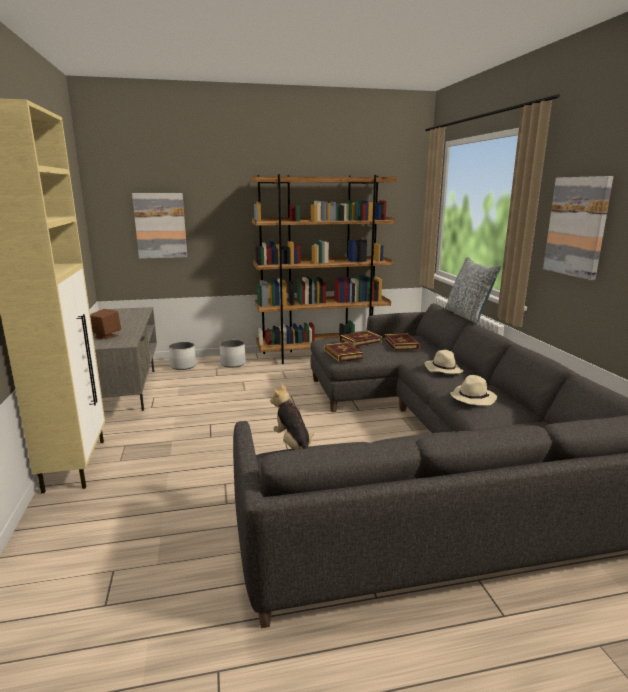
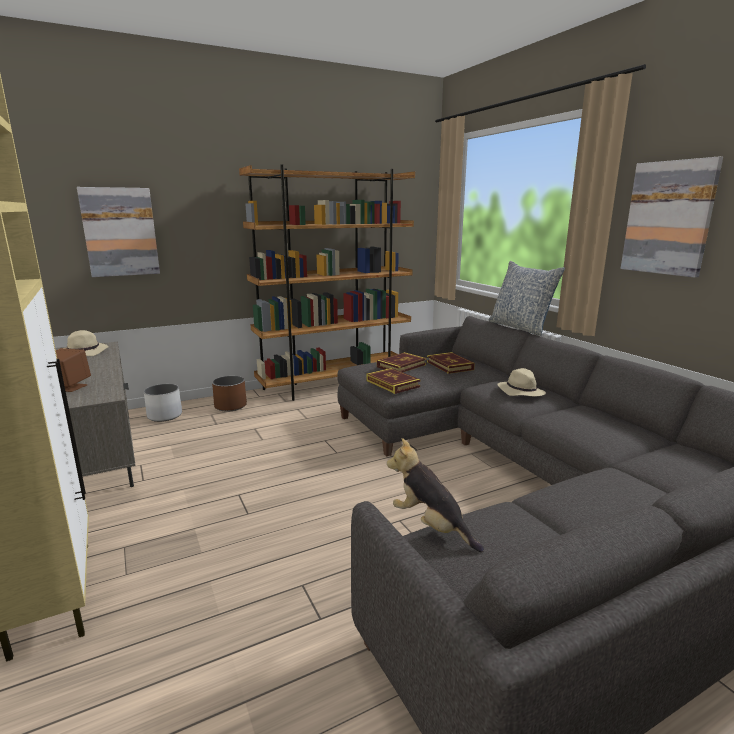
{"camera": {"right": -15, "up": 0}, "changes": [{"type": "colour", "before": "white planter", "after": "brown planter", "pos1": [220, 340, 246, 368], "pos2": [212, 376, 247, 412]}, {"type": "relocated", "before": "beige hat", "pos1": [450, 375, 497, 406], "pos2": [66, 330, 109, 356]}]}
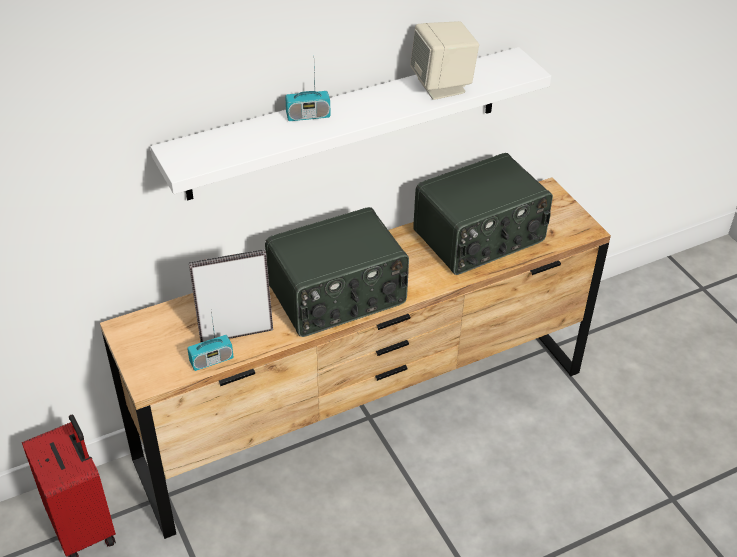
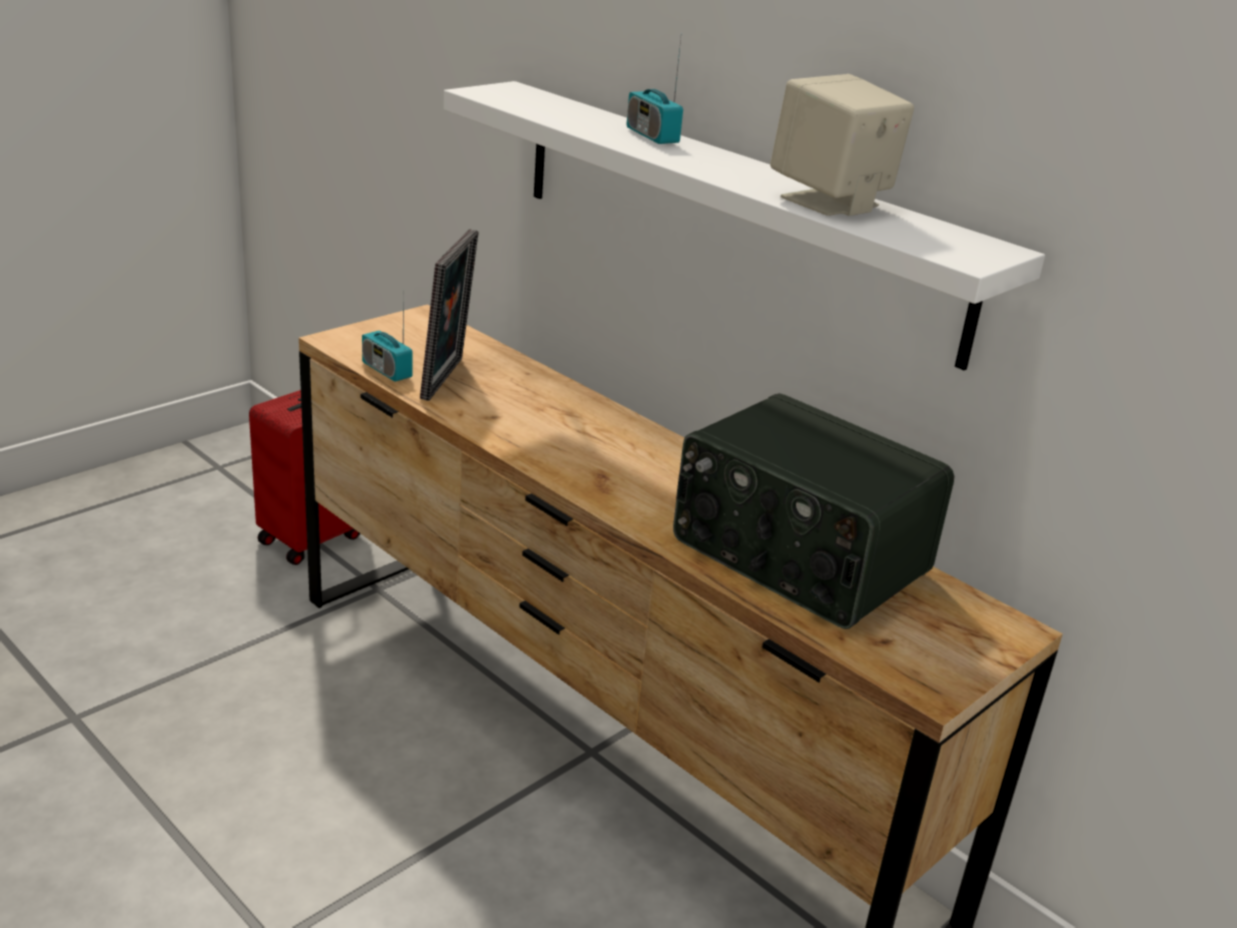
{"camera": {"right": 70, "up": -15}, "changes": [{"type": "spun", "before": "picture frame", "pos1": [189, 249, 273, 342], "pos2": [420, 229, 479, 401], "turn": 45}, {"type": "missing", "before": "radio", "pos1": [265, 207, 409, 337]}]}
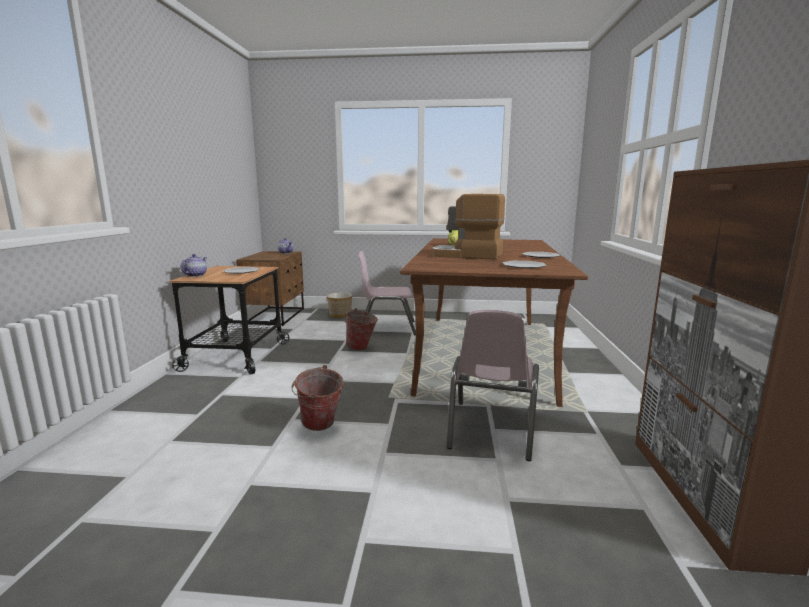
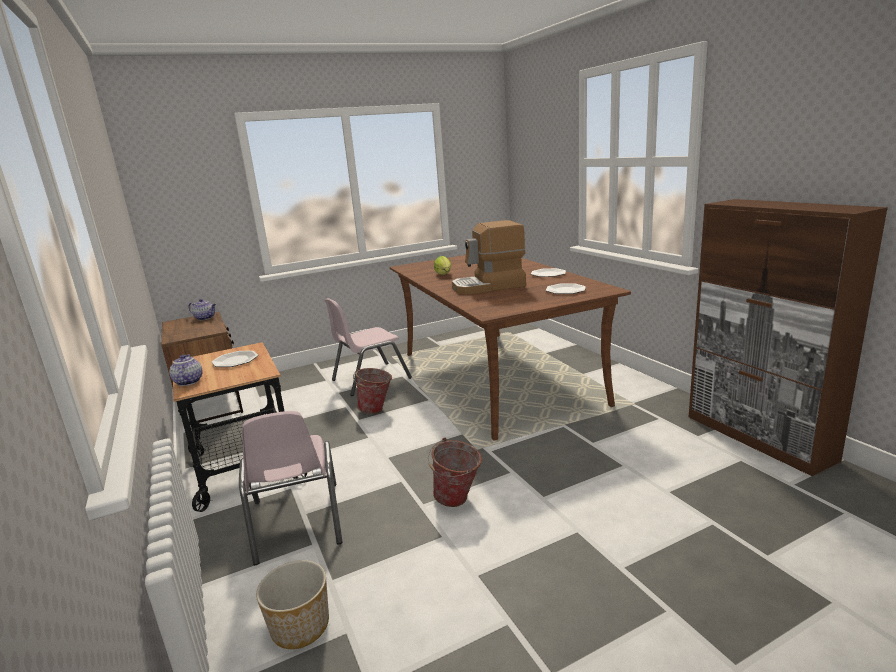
{"camera": {"right": -30, "up": 5}, "changes": [{"type": "relocated", "before": "planter", "pos1": [327, 293, 352, 318], "pos2": [256, 560, 329, 649]}, {"type": "relocated", "before": "pink chair", "pos1": [447, 310, 539, 461], "pos2": [239, 411, 343, 565]}]}
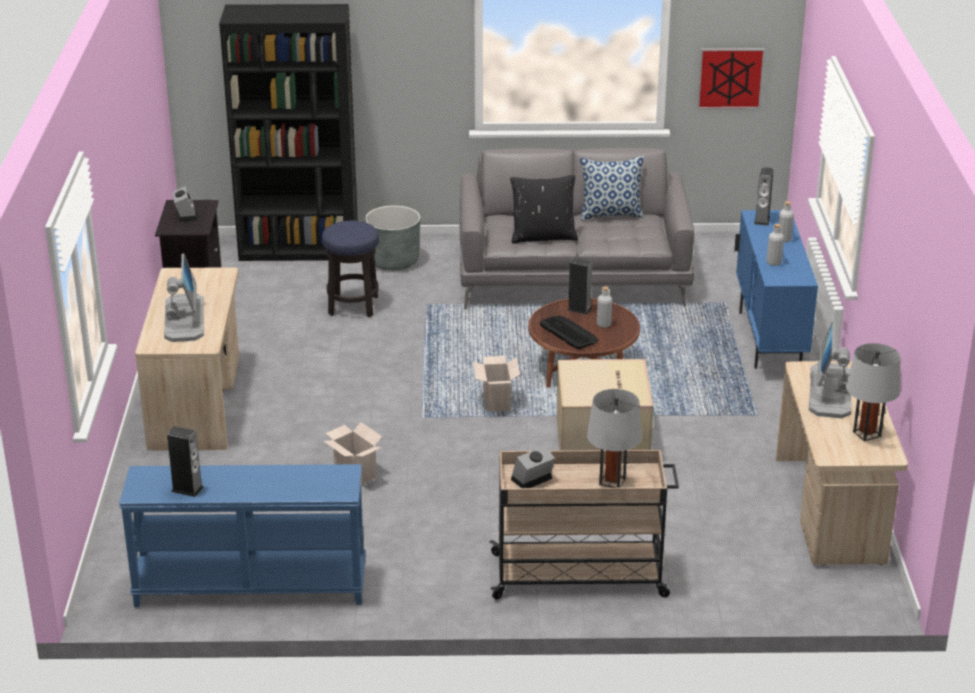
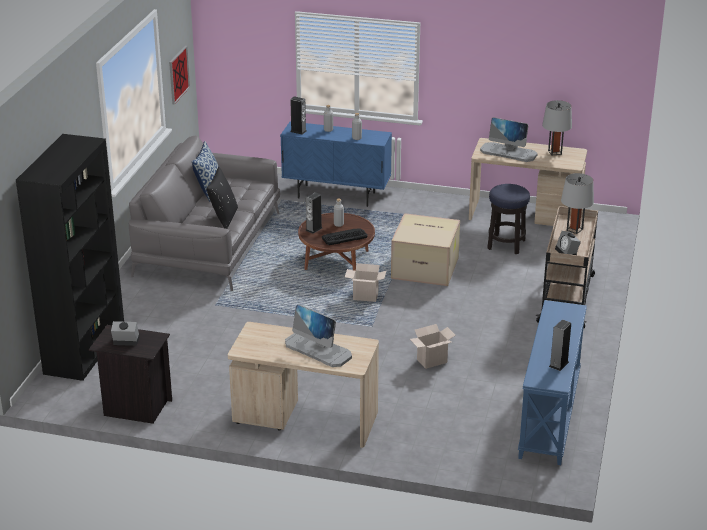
{"camera": {"right": -75, "up": 0}, "changes": [{"type": "spun", "before": "monitor", "pos1": [164, 253, 204, 342], "pos2": [285, 304, 352, 367], "turn": -150}, {"type": "relocated", "before": "stool", "pos1": [322, 221, 379, 317], "pos2": [487, 184, 530, 254]}, {"type": "missing", "before": "grey planter", "pos1": [365, 206, 420, 271]}]}
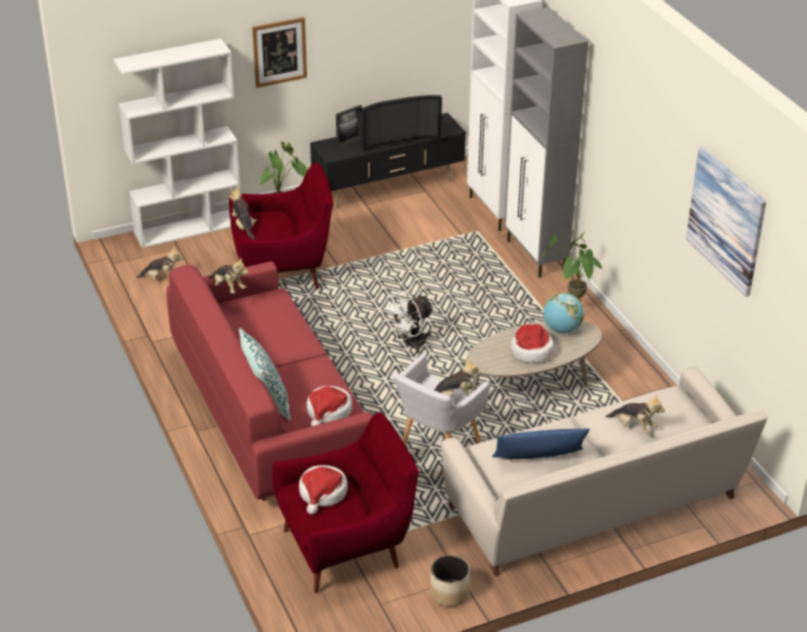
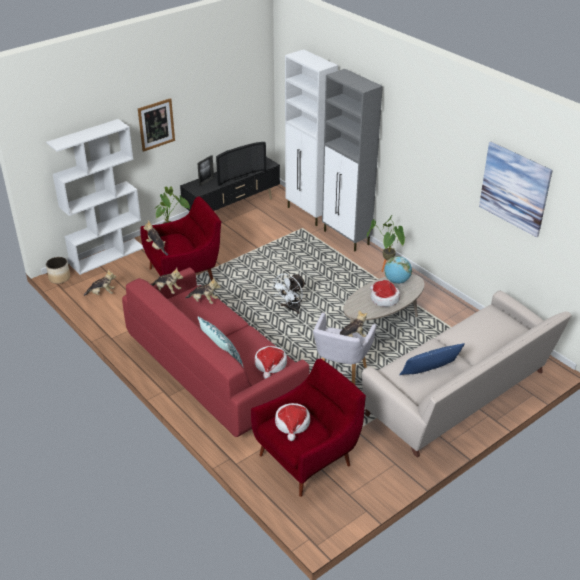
{"camera": {"right": -15, "up": 0}, "changes": [{"type": "relocated", "before": "planter", "pos1": [430, 555, 470, 607], "pos2": [46, 257, 70, 284]}, {"type": "relocated", "before": "plush toy", "pos1": [605, 395, 665, 434], "pos2": [185, 278, 221, 304]}]}
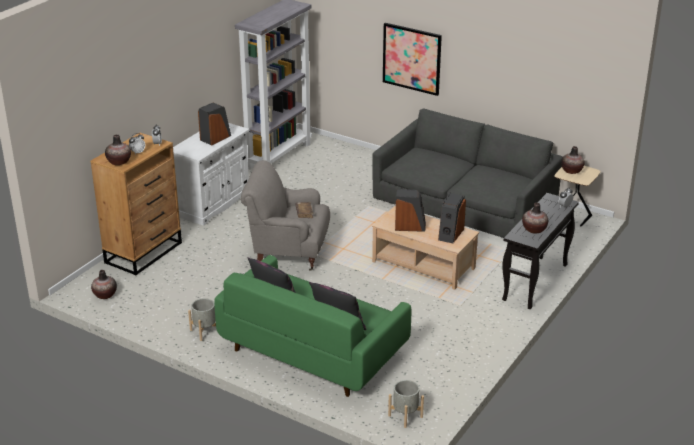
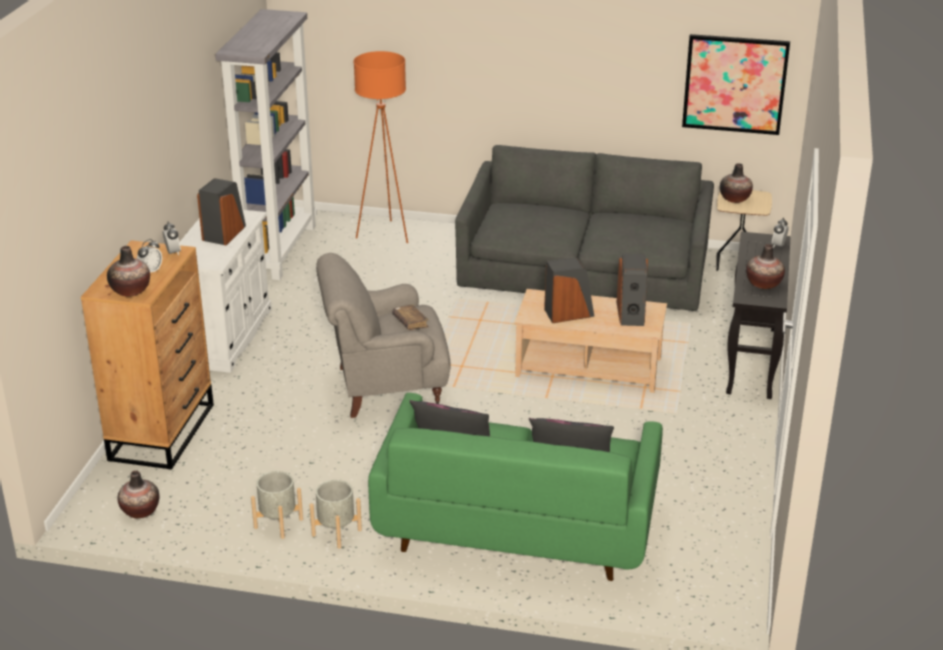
{"camera": {"right": -20, "up": 0}, "changes": [{"type": "relocated", "before": "picture", "pos1": [383, 23, 442, 96], "pos2": [682, 34, 790, 135]}, {"type": "relocated", "before": "grey planter", "pos1": [388, 380, 424, 428], "pos2": [251, 471, 303, 539]}, {"type": "appeared", "after": "orange floor lamp", "pos2": [354, 51, 408, 243]}]}
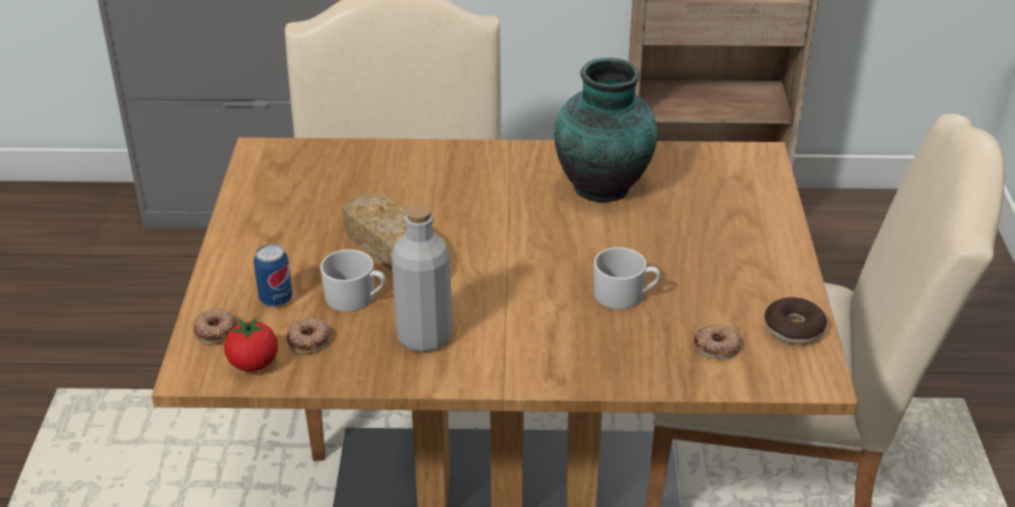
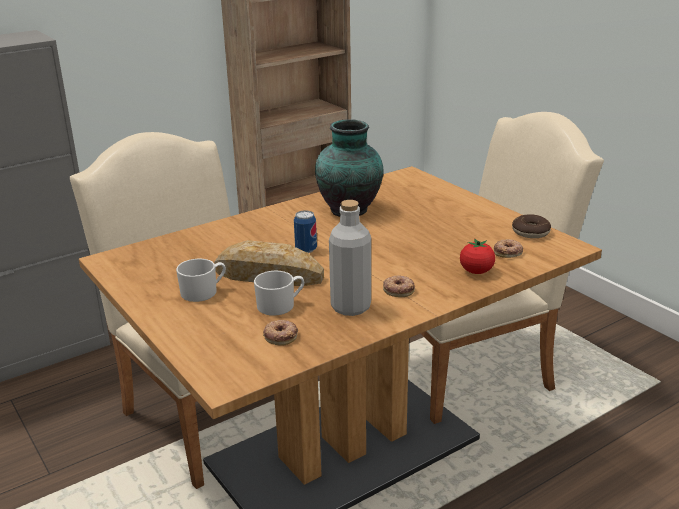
{"camera": {"right": -35, "up": -10}, "changes": [{"type": "relocated", "before": "donut", "pos1": [193, 309, 238, 345], "pos2": [383, 276, 415, 297]}, {"type": "relocated", "before": "tomato", "pos1": [224, 318, 278, 372], "pos2": [460, 238, 495, 274]}, {"type": "relocated", "before": "can", "pos1": [254, 244, 292, 307], "pos2": [294, 210, 317, 253]}, {"type": "relocated", "before": "white mug", "pos1": [594, 247, 661, 310], "pos2": [176, 259, 226, 302]}]}
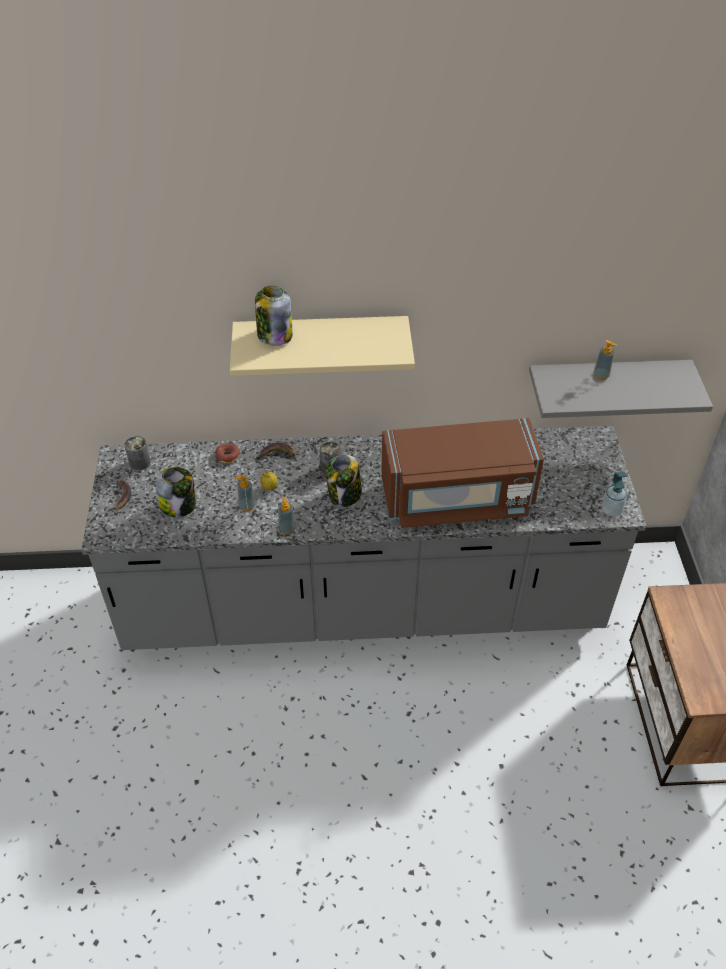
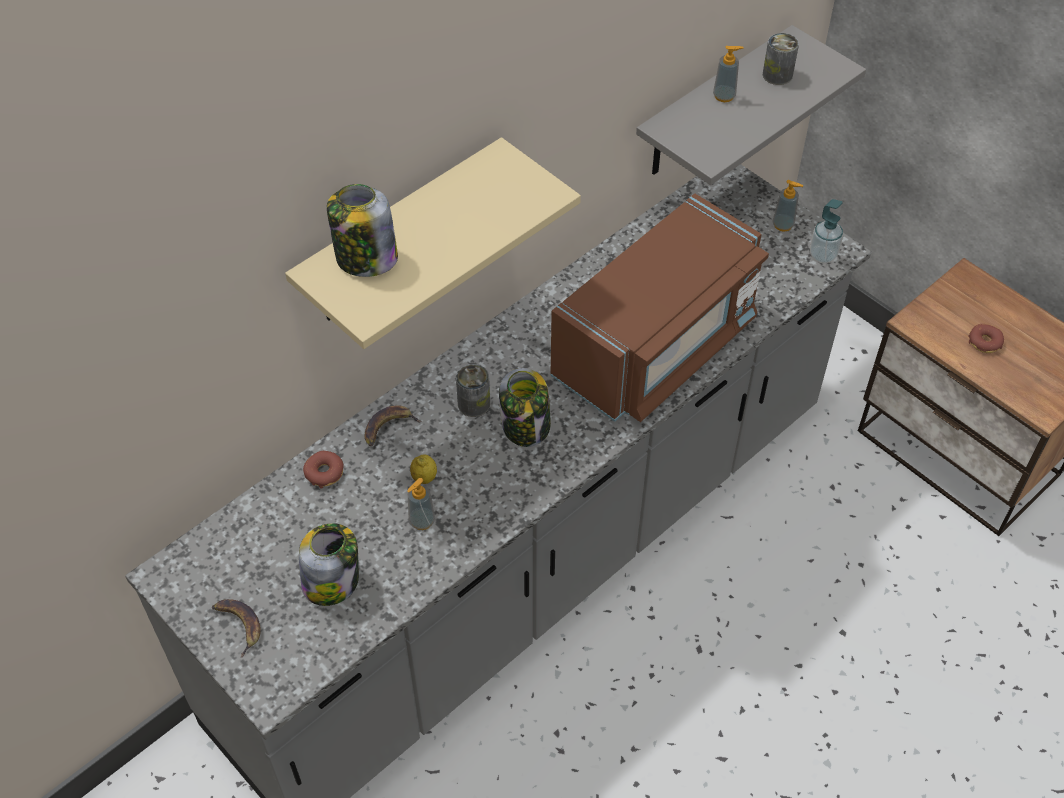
{"camera": {"right": -40, "up": 5}, "changes": [{"type": "relocated", "before": "can", "pos1": [124, 436, 151, 471], "pos2": [763, 33, 799, 85]}, {"type": "relocated", "before": "soap dispenser", "pos1": [278, 497, 296, 534], "pos2": [772, 180, 804, 232]}, {"type": "appeared", "after": "donut", "pos2": [968, 324, 1004, 353]}]}
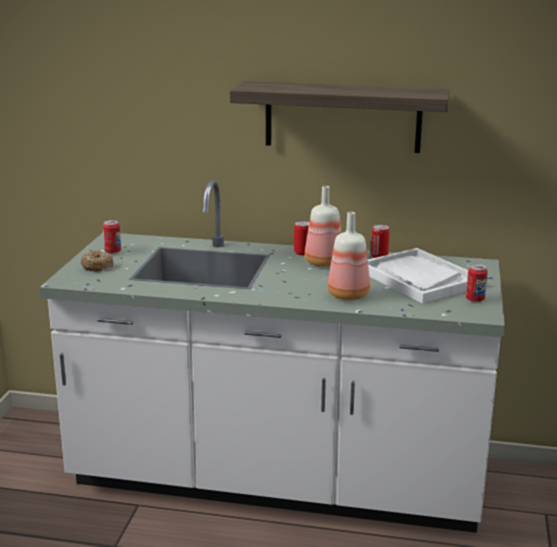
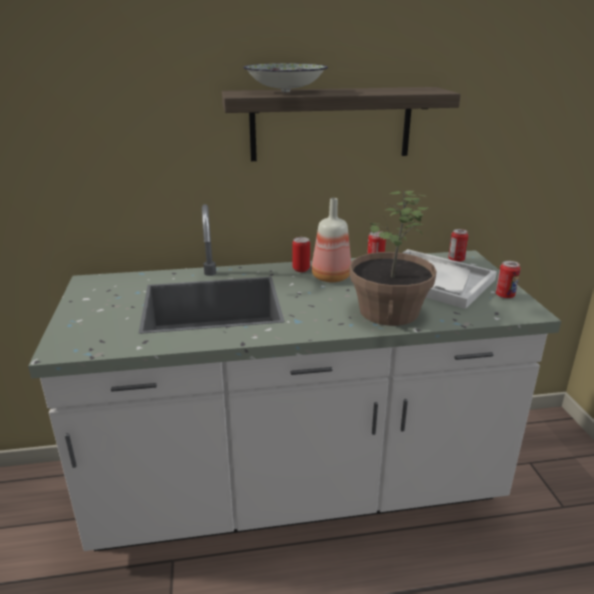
{"camera": {"right": -20, "up": 5}, "changes": [{"type": "missing", "before": "donut", "pos1": [81, 250, 113, 271]}, {"type": "relocated", "before": "can", "pos1": [103, 220, 121, 254], "pos2": [448, 229, 469, 262]}, {"type": "exchanged", "before": "bottle", "after": "potted plant", "pos1": [328, 212, 370, 300], "pos2": [349, 191, 437, 326]}, {"type": "appeared", "after": "bowl", "pos2": [243, 63, 328, 92]}]}
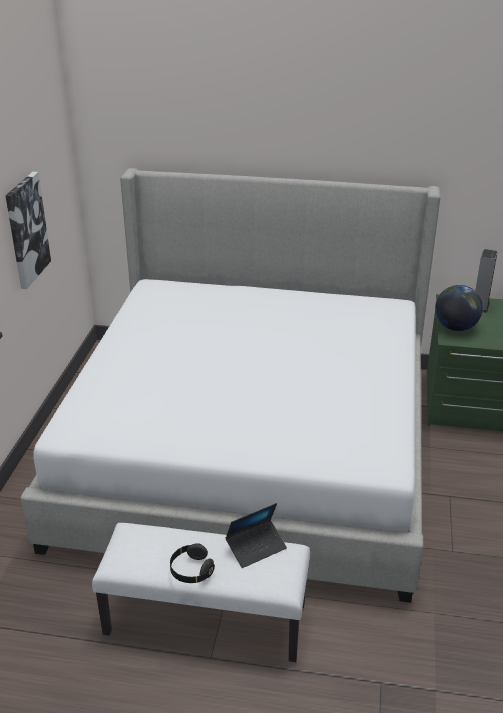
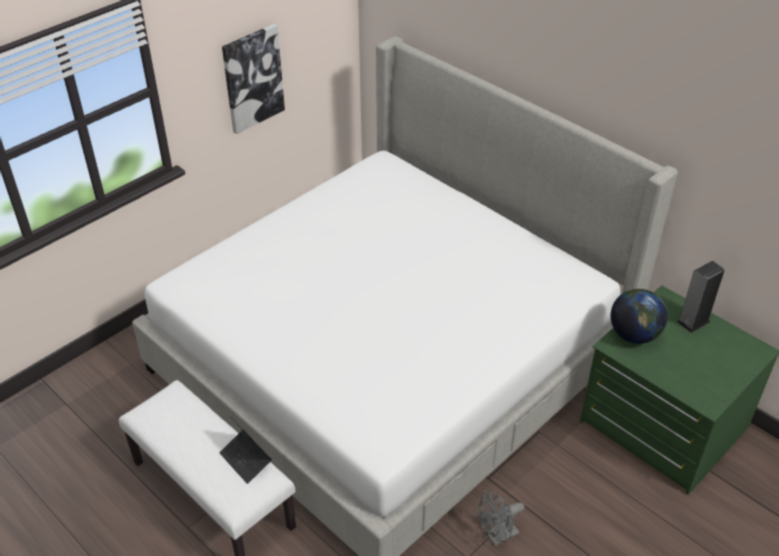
{"camera": {"right": 35, "up": 10}, "changes": [{"type": "missing", "before": "black headphones", "pos1": [170, 543, 215, 583]}, {"type": "spun", "before": "laptop", "pos1": [225, 503, 287, 568], "pos2": [219, 417, 272, 484], "turn": 45}, {"type": "appeared", "after": "grey fan", "pos2": [478, 491, 525, 546]}]}
